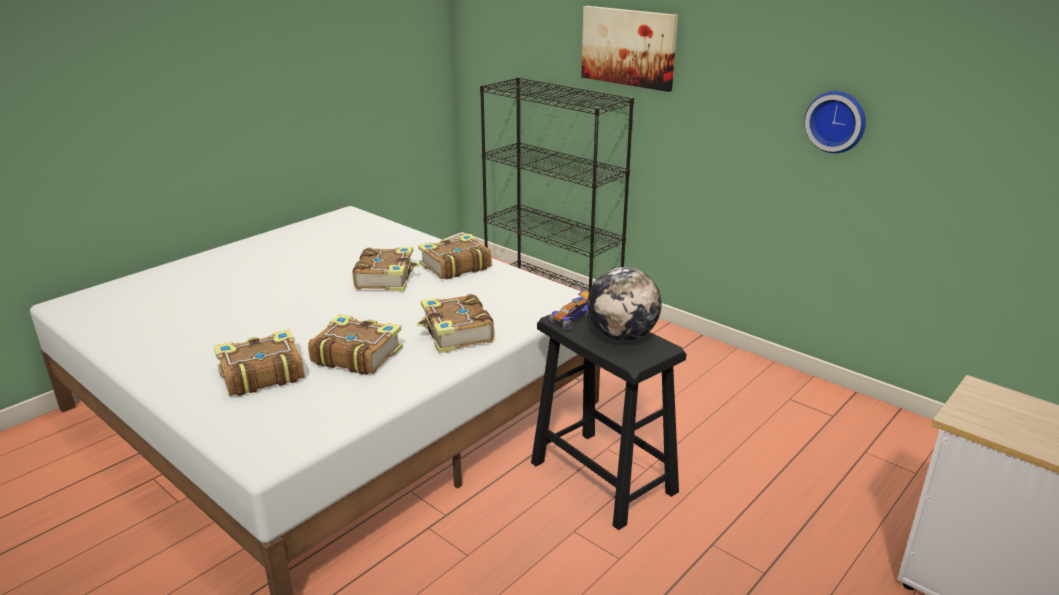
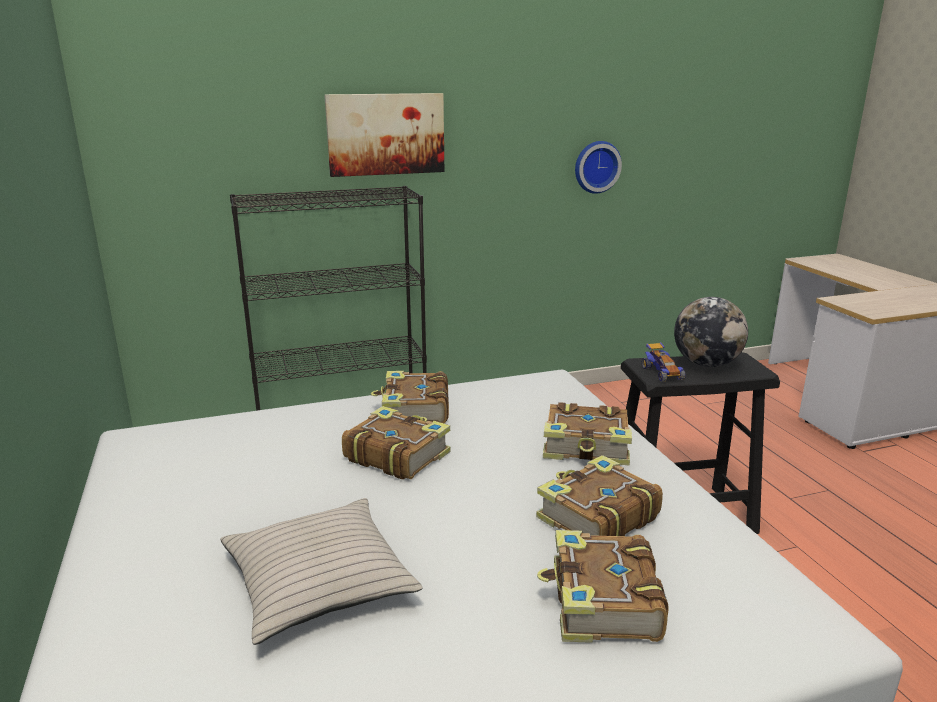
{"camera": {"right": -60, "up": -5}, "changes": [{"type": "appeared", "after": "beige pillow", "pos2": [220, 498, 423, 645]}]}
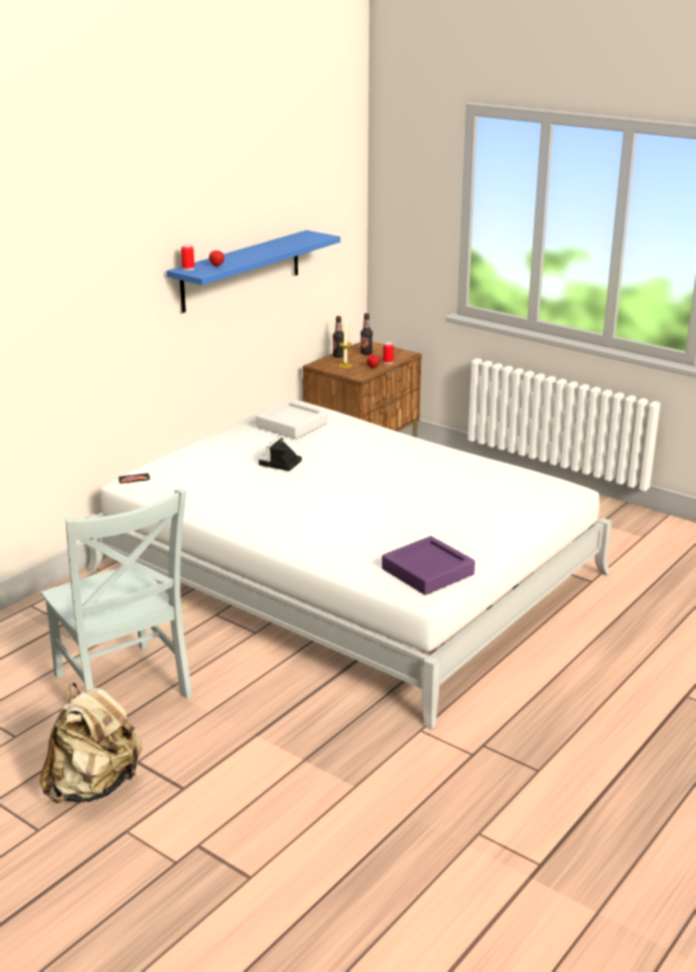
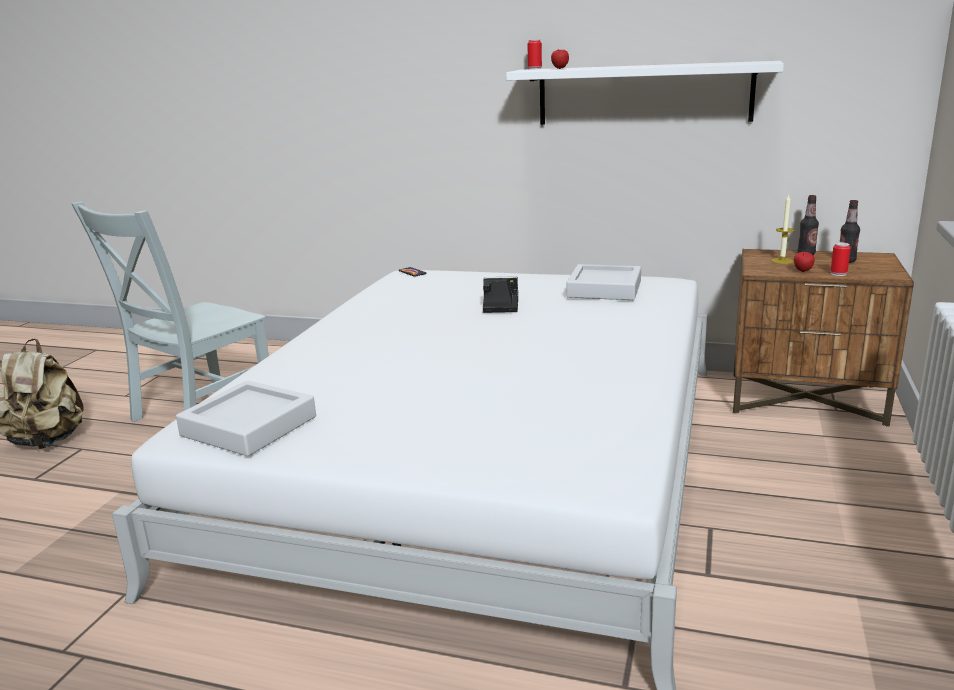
{"camera": {"right": 70, "up": -5}, "changes": [{"type": "colour", "before": "blue shelf", "after": "white shelf", "pos1": [166, 230, 341, 313], "pos2": [506, 61, 784, 125]}, {"type": "colour", "before": "purple tray", "after": "grey tray", "pos1": [382, 536, 475, 595], "pos2": [176, 380, 316, 456]}]}
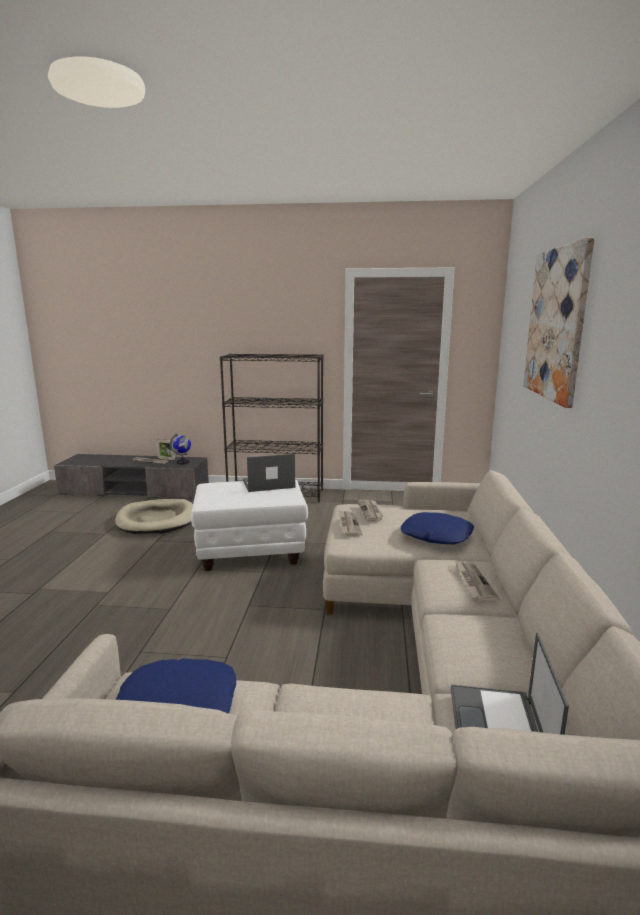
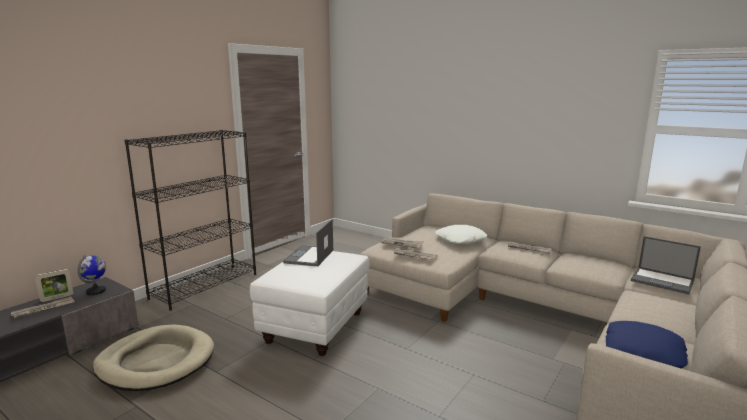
{"camera": {"right": -60, "up": 0}, "changes": [{"type": "colour", "before": "blue pillow", "after": "white pillow", "pos1": [401, 512, 474, 544], "pos2": [435, 225, 487, 244]}, {"type": "missing", "before": "picture", "pos1": [523, 237, 595, 408]}]}
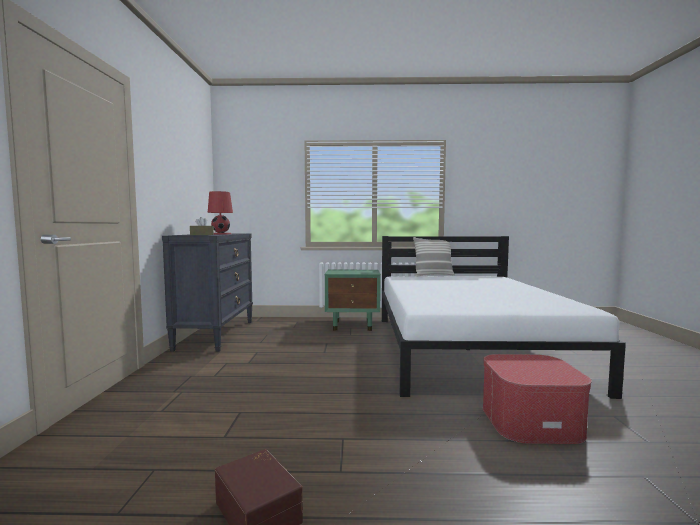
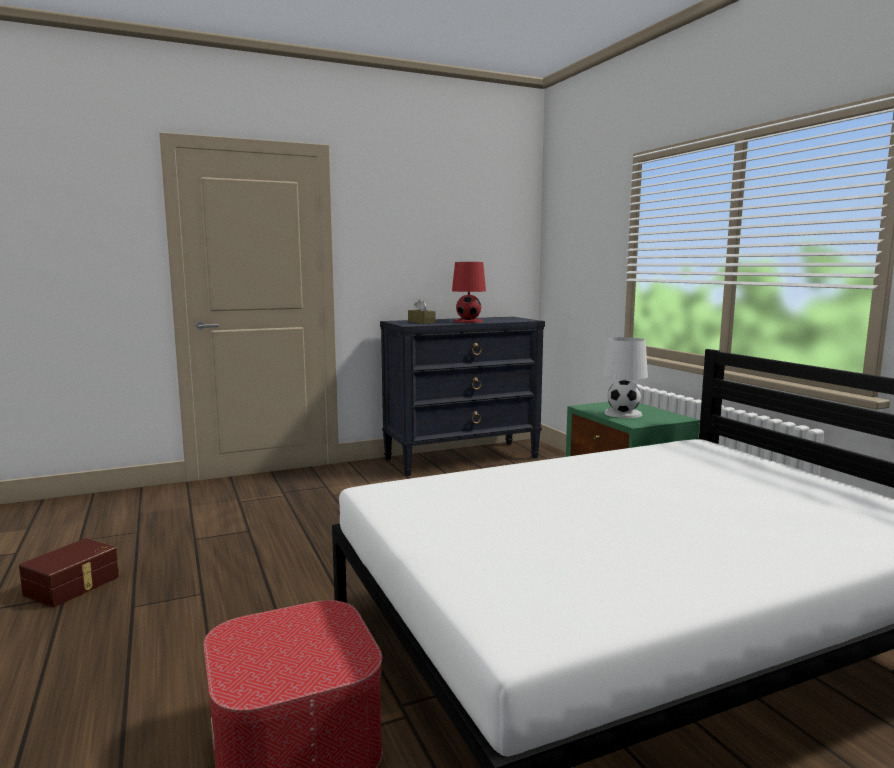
{"camera": {"right": 65, "up": 5}, "changes": [{"type": "missing", "before": "pillow", "pos1": [413, 237, 455, 277]}, {"type": "appeared", "after": "white table lamp", "pos2": [602, 337, 648, 418]}]}
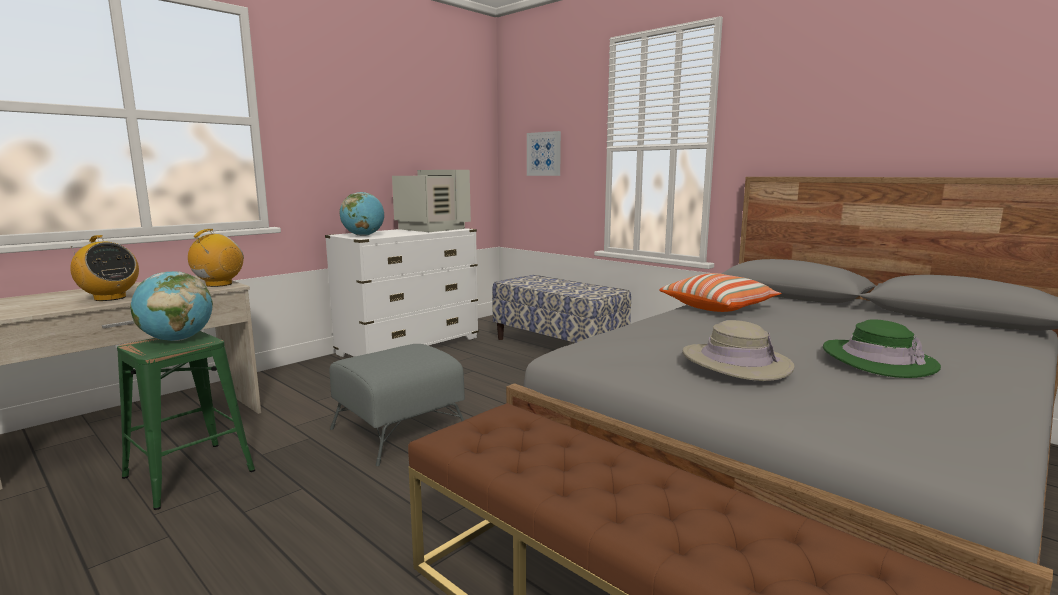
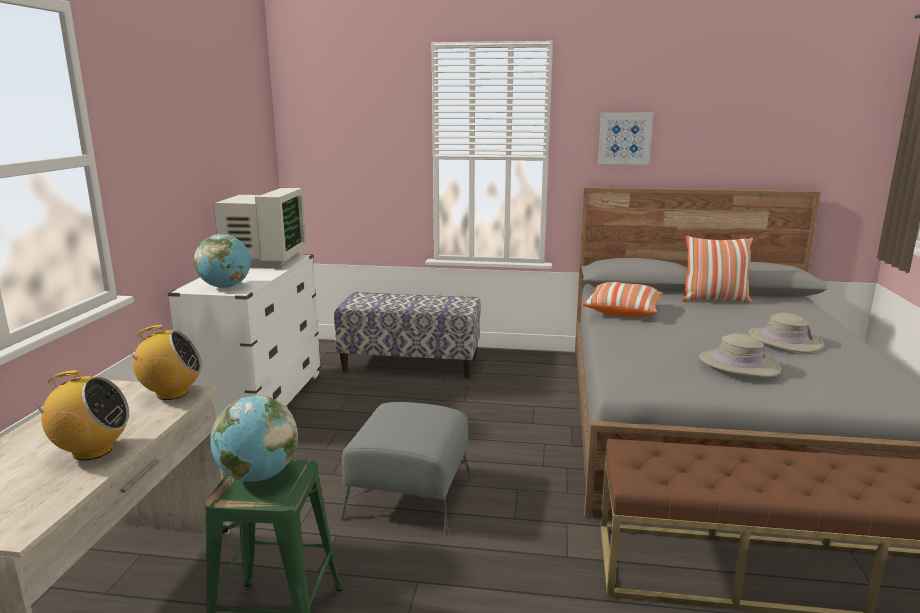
{"camera": {"right": -35, "up": 5}, "changes": [{"type": "spun", "before": "radio", "pos1": [188, 229, 244, 287], "pos2": [124, 325, 202, 400], "turn": 90}, {"type": "spun", "before": "monitor", "pos1": [392, 170, 471, 232], "pos2": [213, 188, 306, 269], "turn": 90}, {"type": "relocated", "before": "picture", "pos1": [527, 131, 561, 176], "pos2": [598, 112, 653, 165]}, {"type": "colour", "before": "green hat", "after": "beige hat", "pos1": [823, 319, 941, 378], "pos2": [748, 313, 824, 353]}, {"type": "appeared", "after": "pillow", "pos2": [682, 235, 753, 303]}]}
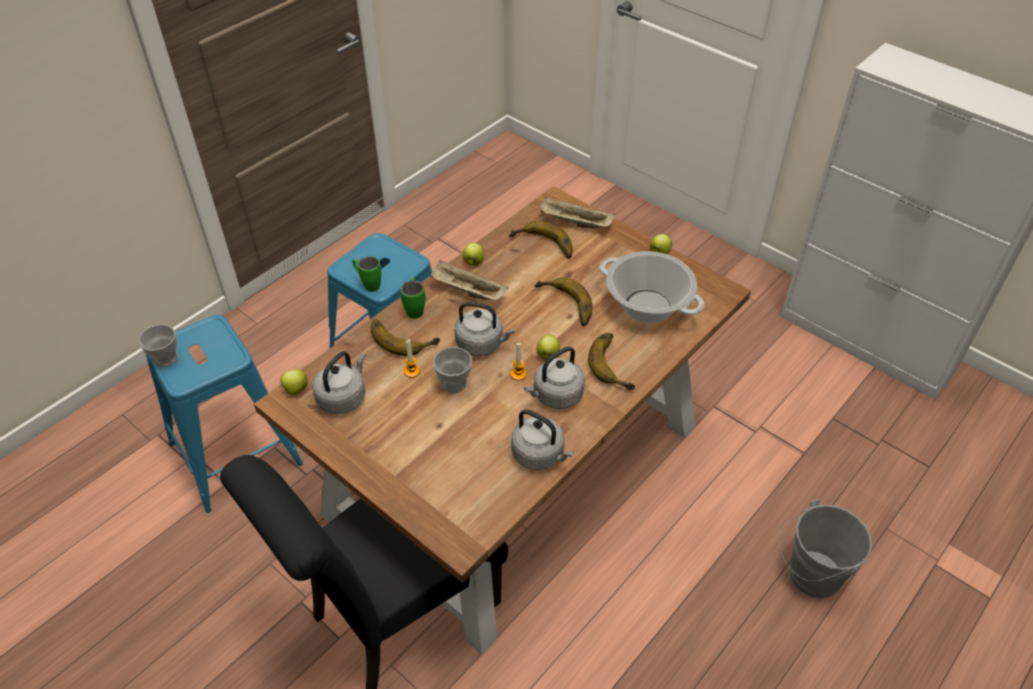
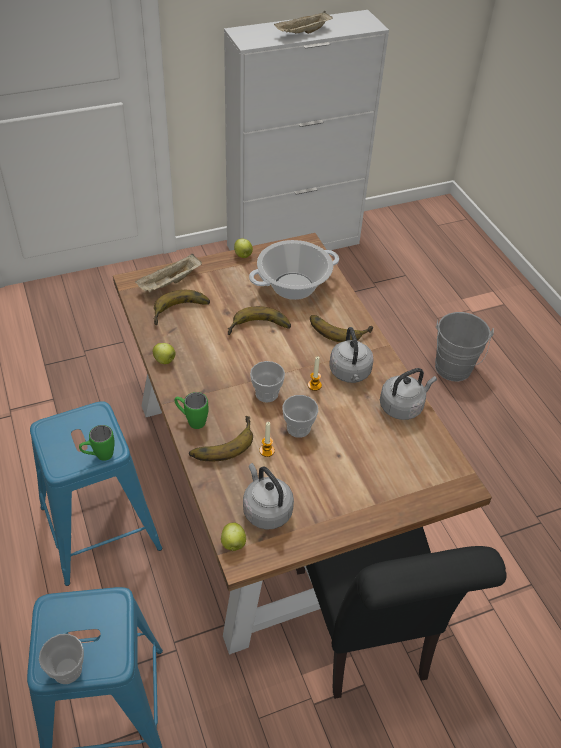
{"camera": {"right": -65, "up": 0}, "changes": [{"type": "relocated", "before": "beige tray", "pos1": [430, 260, 508, 300], "pos2": [274, 11, 333, 34]}, {"type": "exchanged", "before": "grey kettle", "after": "cup", "pos1": [455, 302, 515, 356], "pos2": [250, 361, 285, 402]}, {"type": "missing", "before": "apple", "pos1": [537, 335, 560, 360]}]}
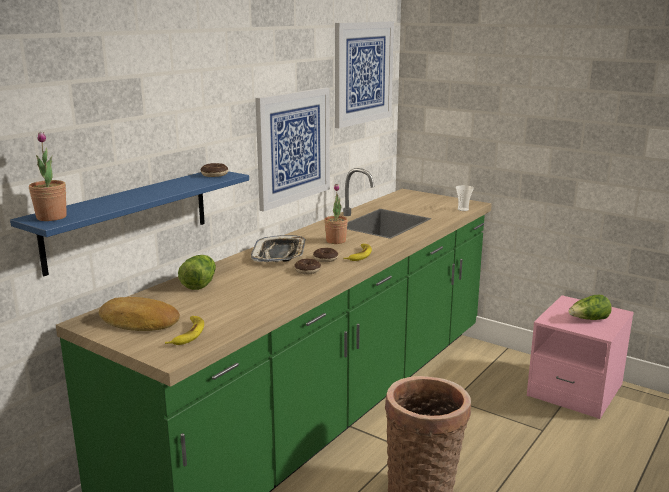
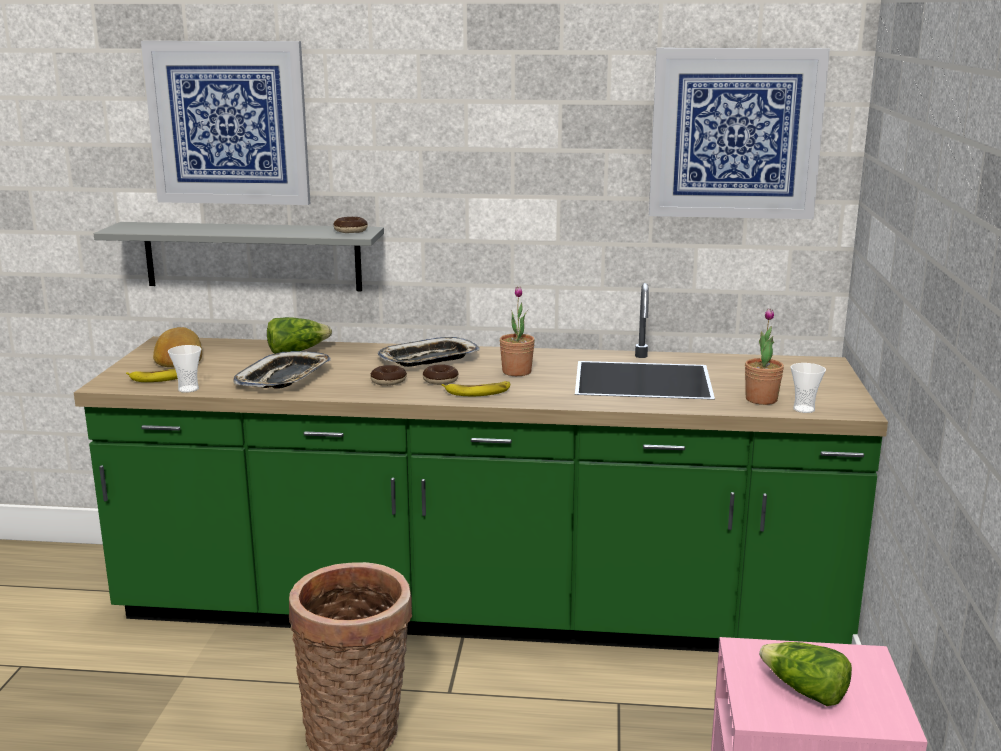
{"camera": {"right": 60, "up": 0}, "changes": [{"type": "colour", "before": "blue shelf", "after": "grey shelf", "pos1": [10, 171, 249, 276], "pos2": [94, 222, 384, 291]}, {"type": "relocated", "before": "potted plant", "pos1": [29, 132, 67, 221], "pos2": [745, 308, 784, 405]}, {"type": "relocated", "before": "picture", "pos1": [255, 88, 330, 212], "pos2": [141, 41, 310, 205]}, {"type": "appeared", "after": "cup", "pos2": [168, 345, 201, 393]}, {"type": "appeared", "after": "tray", "pos2": [234, 351, 331, 389]}]}
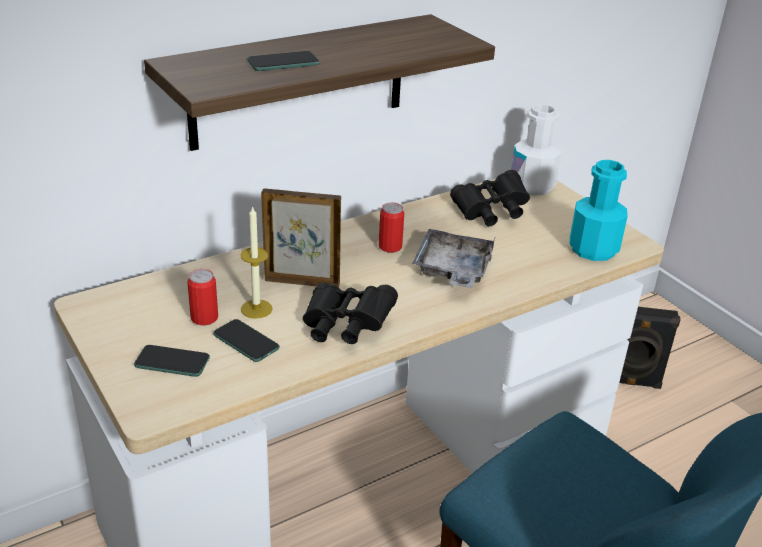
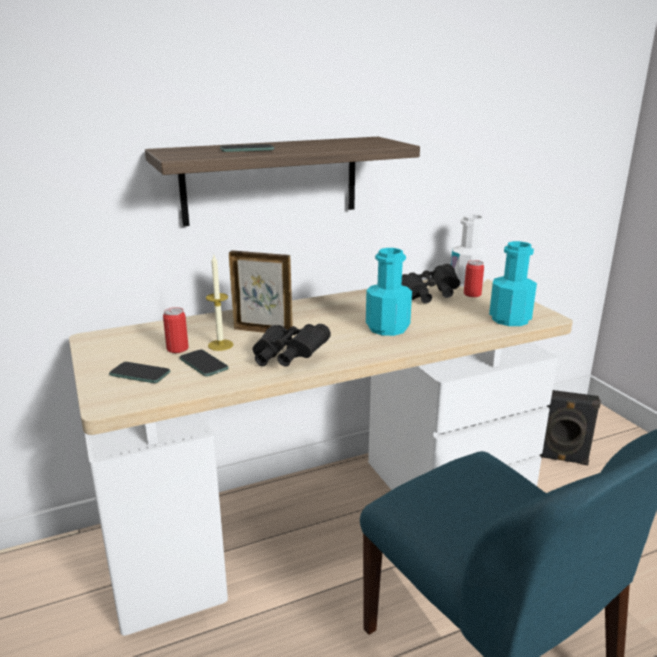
{"camera": {"right": 10, "up": -10}, "changes": [{"type": "relocated", "before": "can", "pos1": [379, 202, 404, 253], "pos2": [464, 260, 484, 297]}, {"type": "exchanged", "before": "grey tray", "after": "turquoise bottle", "pos1": [412, 229, 496, 288], "pos2": [366, 248, 412, 336]}]}
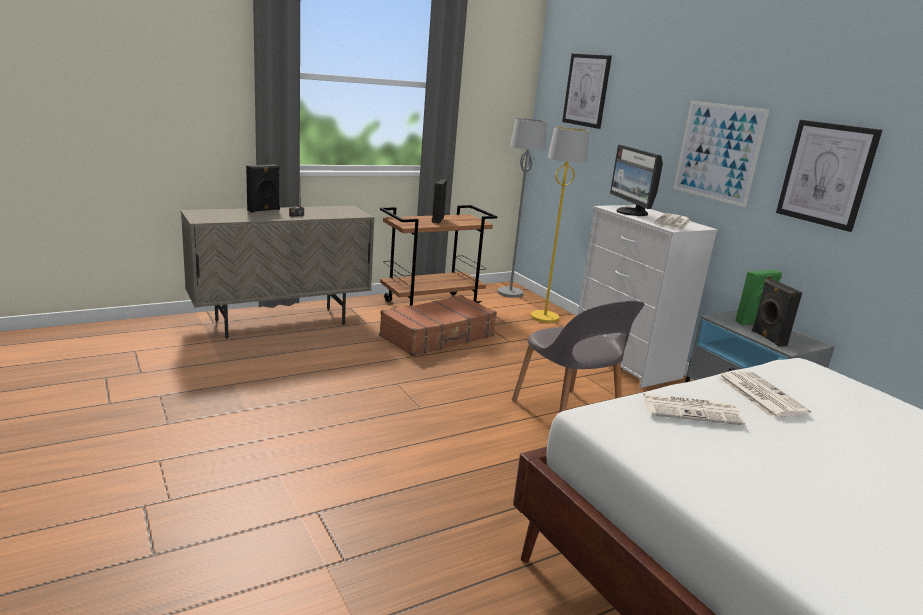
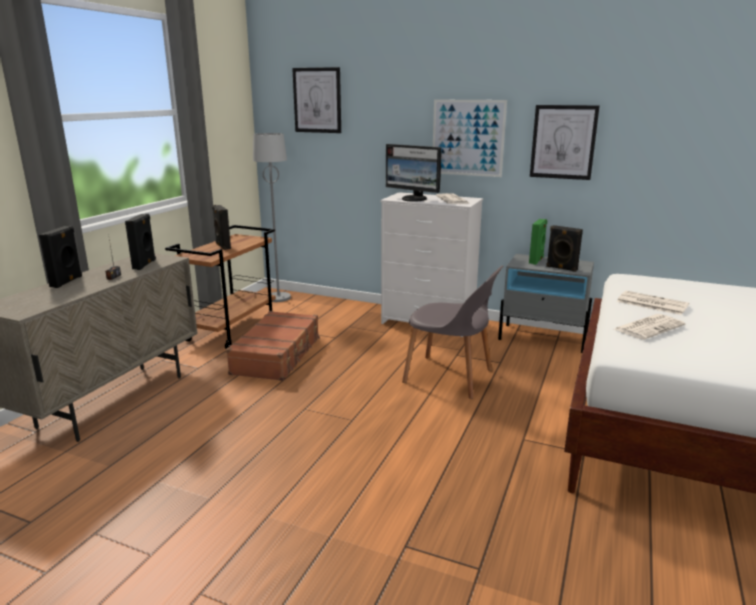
{"camera": {"right": -35, "up": 0}, "changes": [{"type": "missing", "before": "yellow floor lamp", "pos1": [531, 127, 589, 323]}, {"type": "appeared", "after": "black speaker", "pos2": [125, 214, 156, 270]}]}
